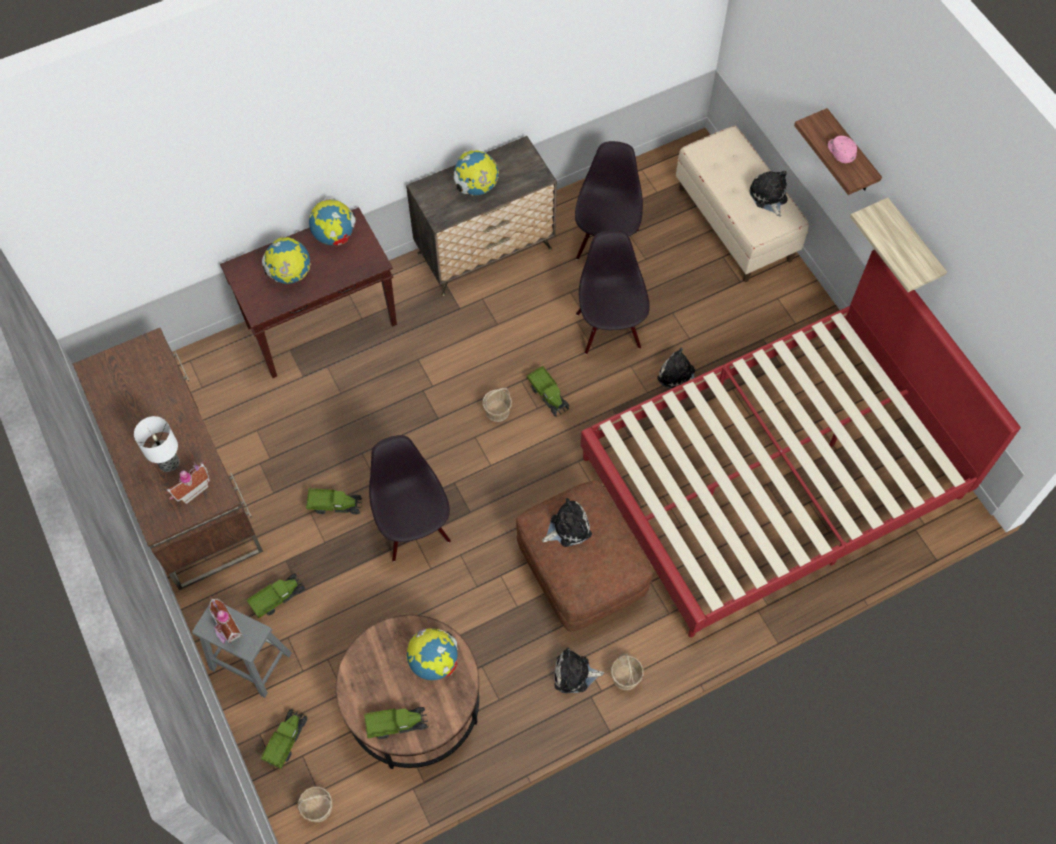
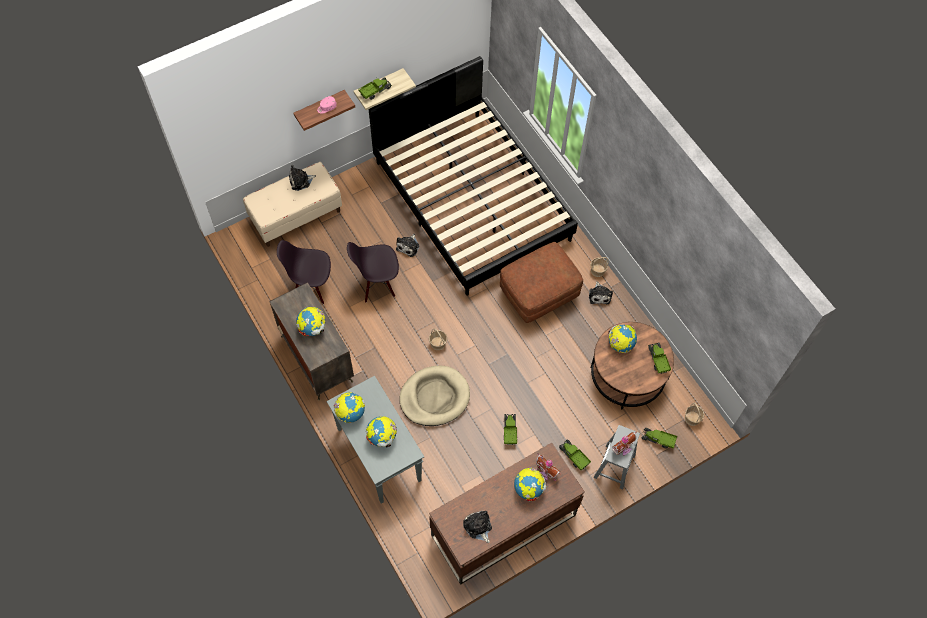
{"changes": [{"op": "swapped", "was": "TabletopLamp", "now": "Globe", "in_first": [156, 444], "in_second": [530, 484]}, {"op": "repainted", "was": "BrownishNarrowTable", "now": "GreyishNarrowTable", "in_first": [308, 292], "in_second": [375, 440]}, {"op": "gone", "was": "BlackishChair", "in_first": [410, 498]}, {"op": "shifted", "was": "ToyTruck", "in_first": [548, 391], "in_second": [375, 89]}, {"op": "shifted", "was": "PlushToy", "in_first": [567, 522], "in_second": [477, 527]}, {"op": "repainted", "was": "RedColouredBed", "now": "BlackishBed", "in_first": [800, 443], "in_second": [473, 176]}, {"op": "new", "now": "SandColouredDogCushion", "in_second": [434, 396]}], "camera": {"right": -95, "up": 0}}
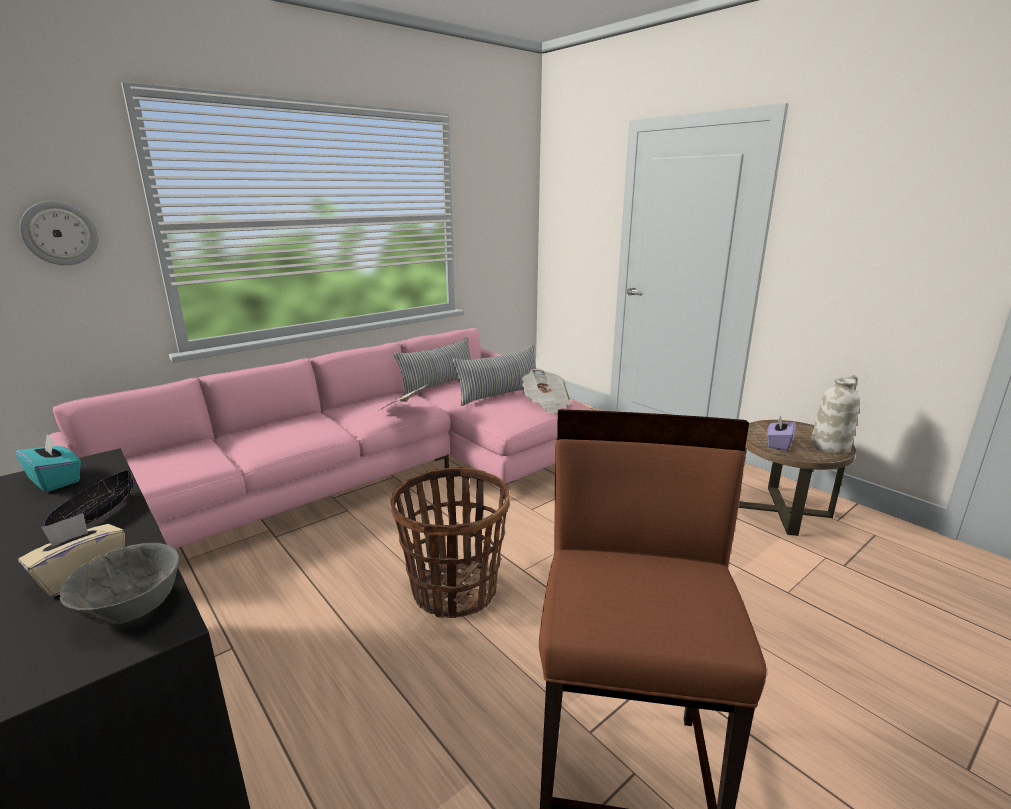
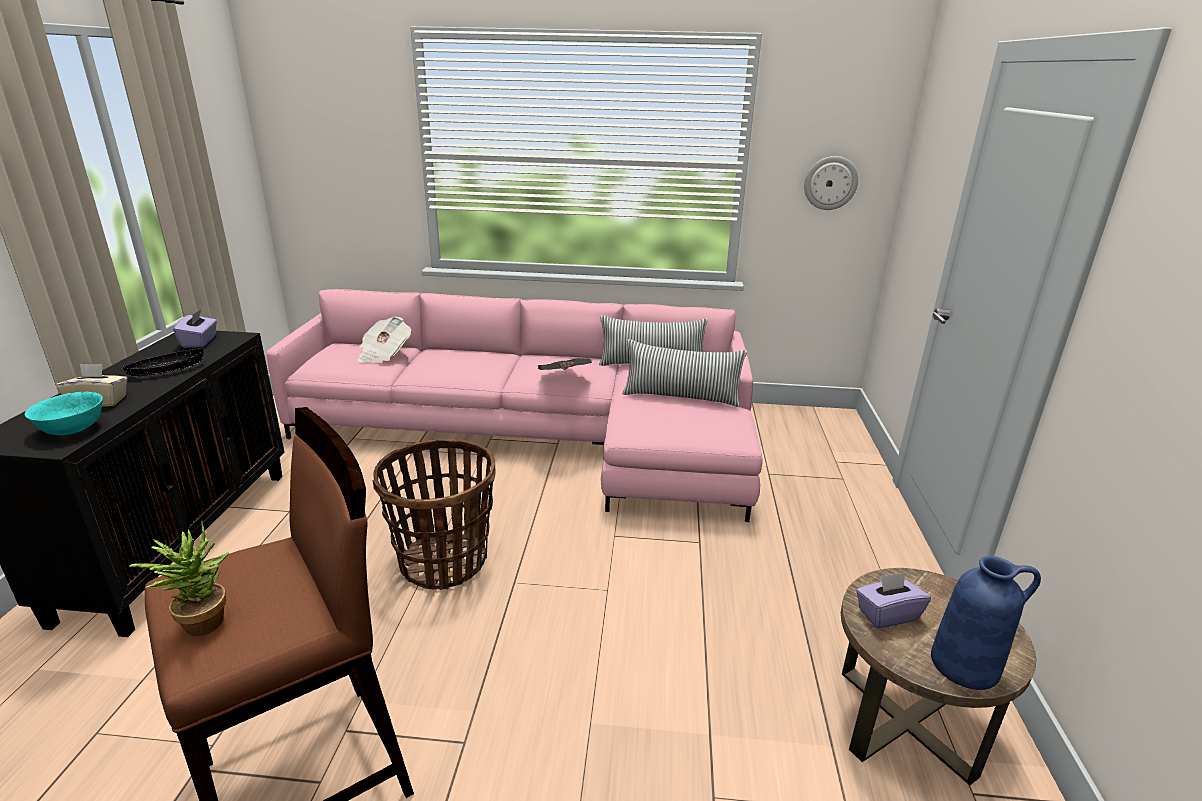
{"changes": [{"op": "repainted", "was": "TurquoiseColouredTissueHolder", "now": "PurplishTissueHolder", "in_first": [48, 463], "in_second": [195, 328]}, {"op": "shifted", "was": "HangingClock", "in_first": [59, 233], "in_second": [831, 183]}, {"op": "repainted", "was": "GreyishServingBowl", "now": "TurquoiseColouredServingBowl", "in_first": [119, 584], "in_second": [64, 413]}, {"op": "shifted", "was": "Newspaper", "in_first": [546, 391], "in_second": [384, 340]}, {"op": "repainted", "was": "WhitishVase", "now": "BluishVase", "in_first": [835, 415], "in_second": [986, 623]}, {"op": "new", "now": "PlantInAPot", "in_second": [179, 578]}], "camera": {"right": 45, "up": 5}}
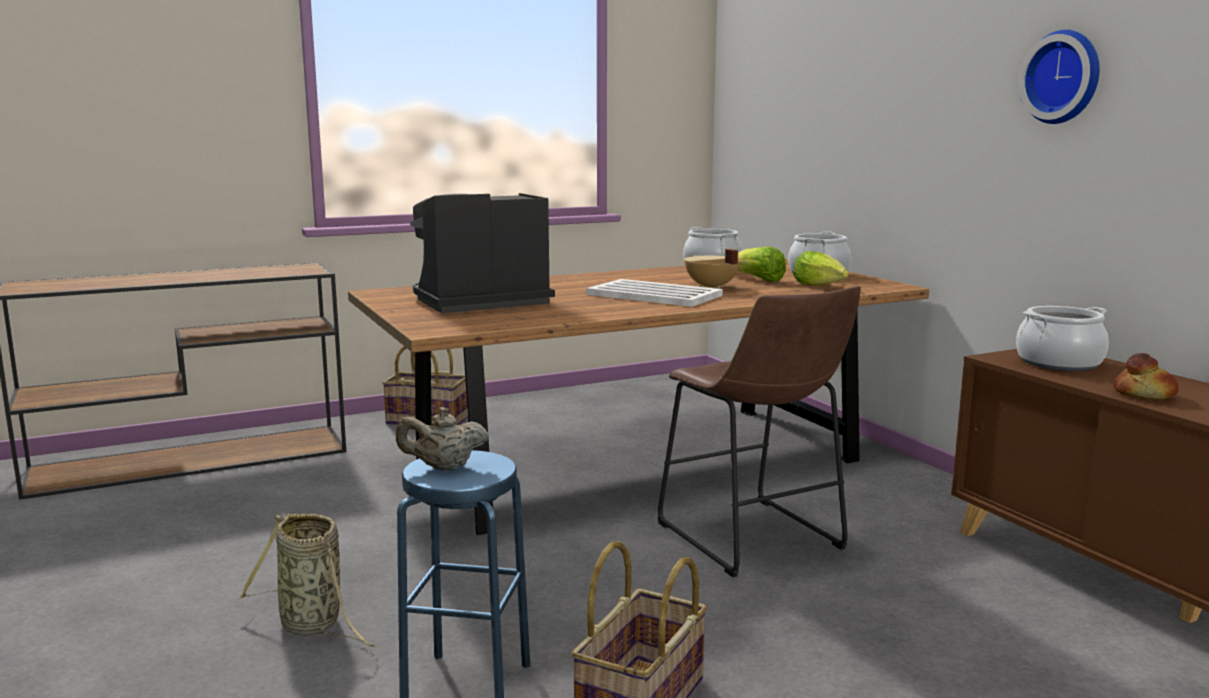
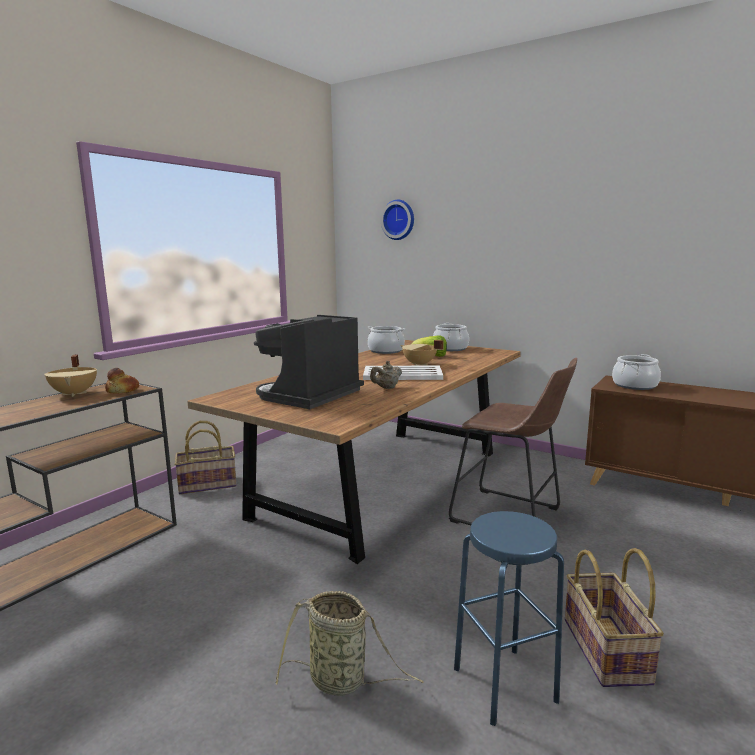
{"changes": [{"op": "shifted", "was": "SandColouredTeapot", "in_first": [442, 439], "in_second": [386, 375]}, {"op": "gone", "was": "Lettuce", "in_first": [821, 268]}, {"op": "shifted", "was": "HangingClock", "in_first": [1059, 77], "in_second": [397, 220]}, {"op": "shifted", "was": "Bread", "in_first": [1146, 376], "in_second": [122, 381]}, {"op": "new", "now": "SandColouredStockpot", "in_second": [70, 375]}], "camera": {"right": -30, "up": 0}}
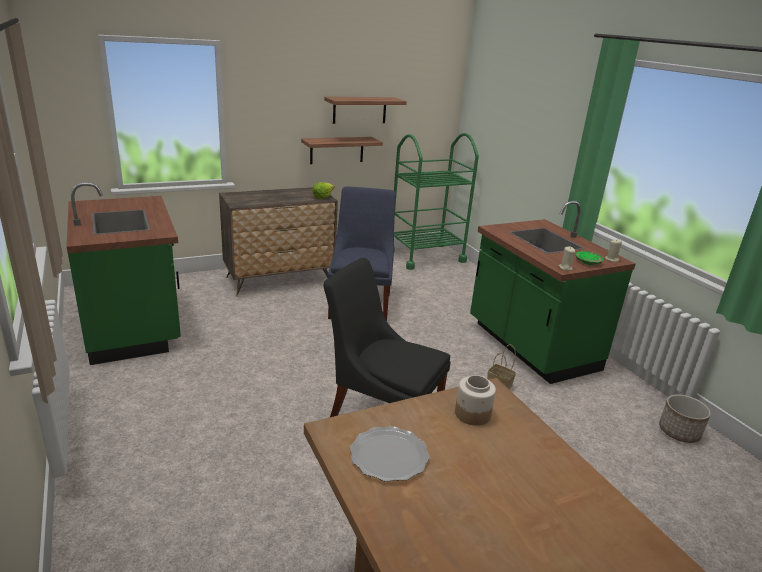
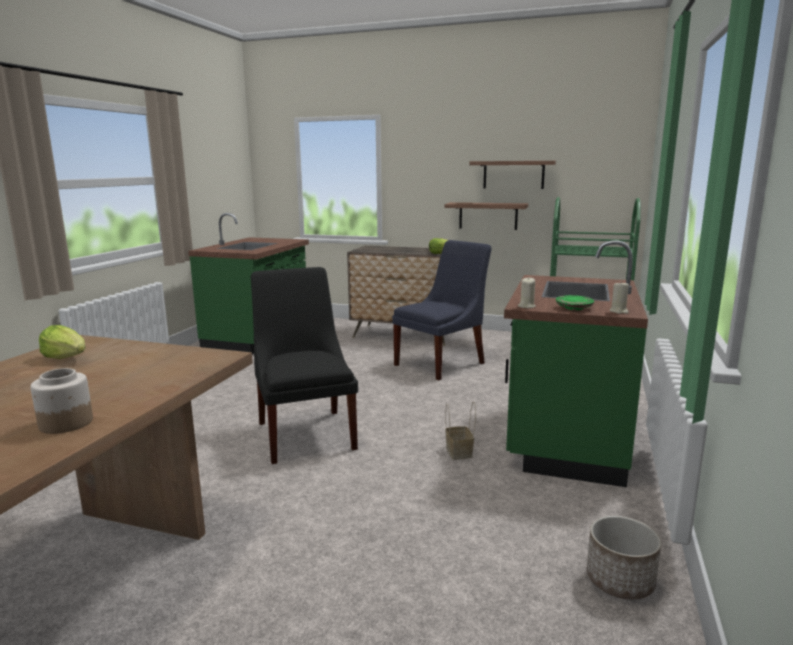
{"changes": [{"op": "swapped", "was": "Plate", "now": "Lettuce", "in_first": [389, 454], "in_second": [62, 342]}, {"op": "shifted", "was": "StorageJar", "in_first": [475, 400], "in_second": [61, 401]}], "camera": {"right": 45, "up": -10}}
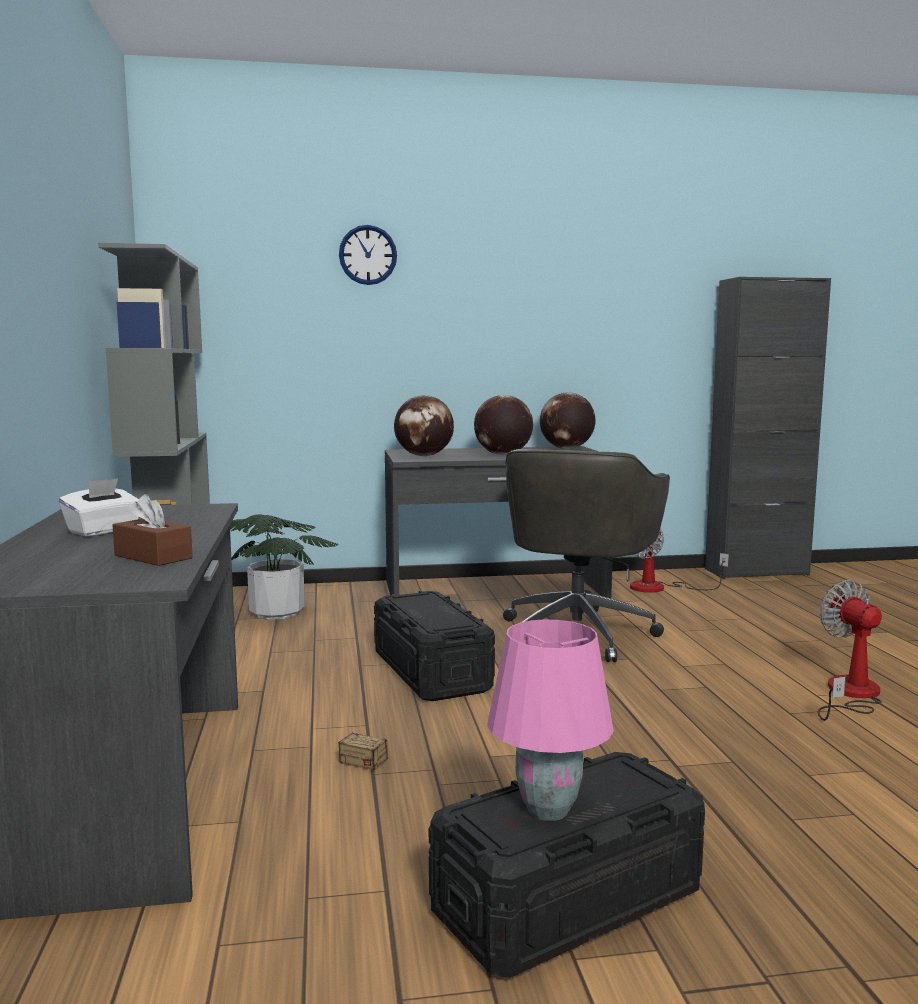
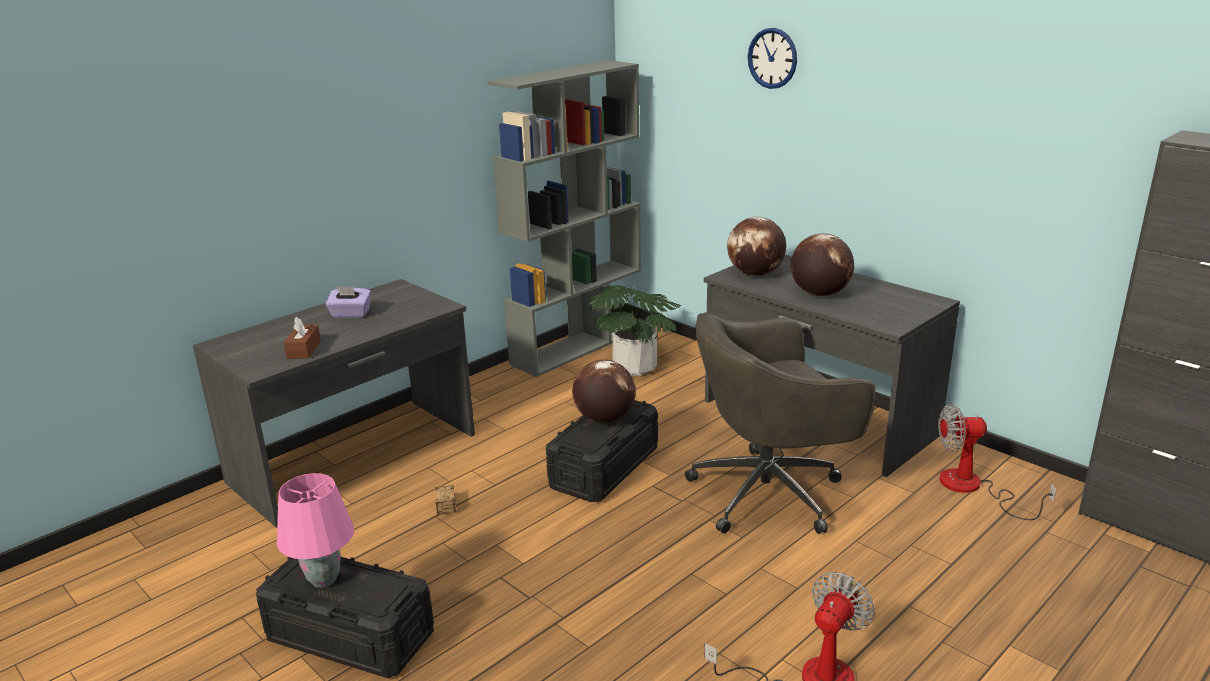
{"changes": [{"op": "repainted", "was": "WhitishTissueHolder", "now": "PurplishTissueHolder", "in_first": [99, 507], "in_second": [348, 302]}, {"op": "shifted", "was": "Globe", "in_first": [568, 420], "in_second": [604, 391]}], "camera": {"right": 55, "up": 15}}
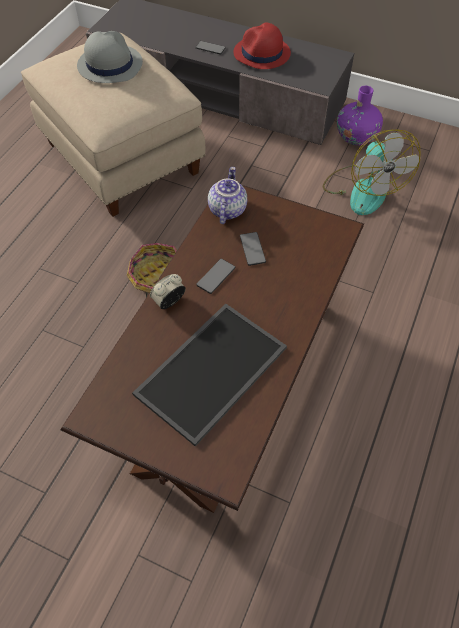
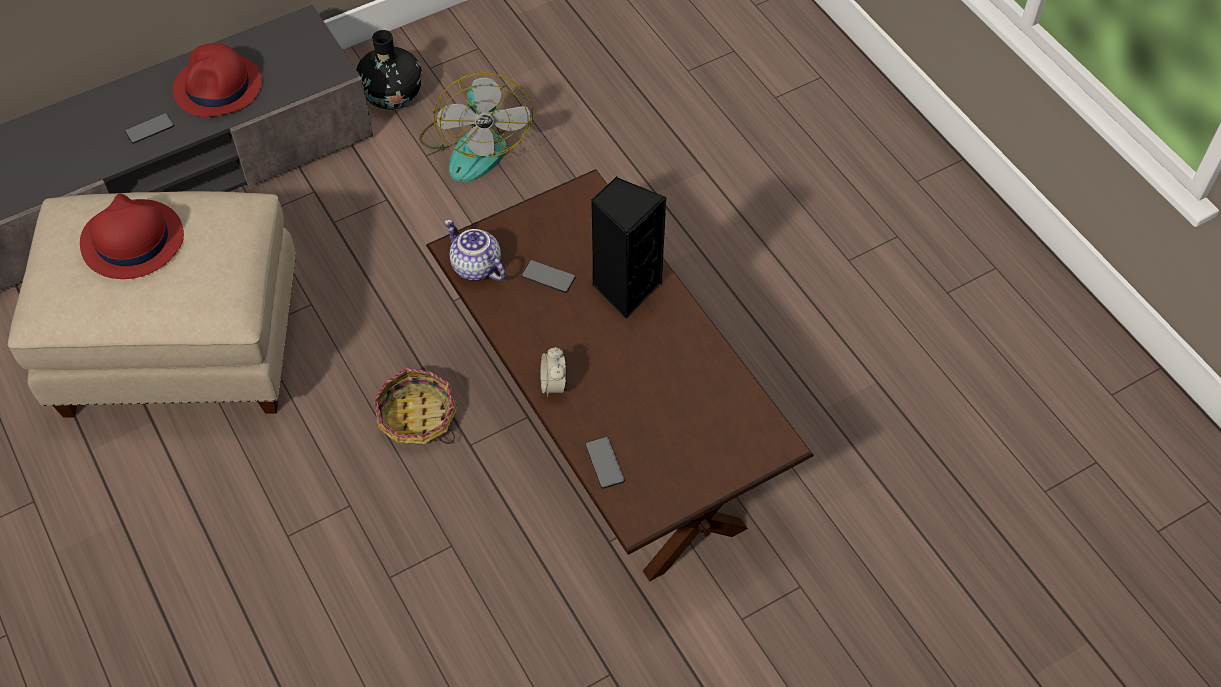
{"changes": [{"op": "repainted", "was": "GreyishHat", "now": "RedColouredHat", "in_first": [110, 57], "in_second": [132, 236]}, {"op": "gone", "was": "CarryingTray", "in_first": [209, 375]}, {"op": "shifted", "was": "Phone", "in_first": [215, 276], "in_second": [605, 463]}, {"op": "rotated", "was": "ElectricFan", "in_first": [372, 172], "in_second": [476, 127], "clockwise": 60}, {"op": "repainted", "was": "PurplishVase", "now": "BlackishVase", "in_first": [360, 116], "in_second": [389, 70]}, {"op": "new", "now": "BlackishLoudspeaker", "in_second": [629, 248]}], "camera": {"right": -55, "up": 0}}
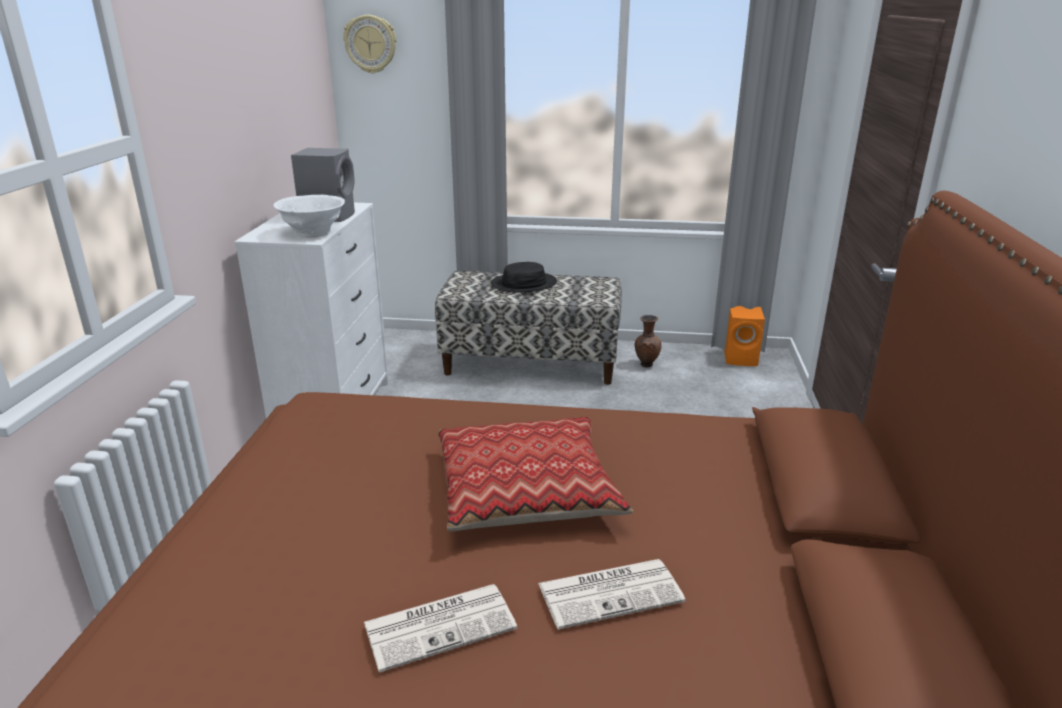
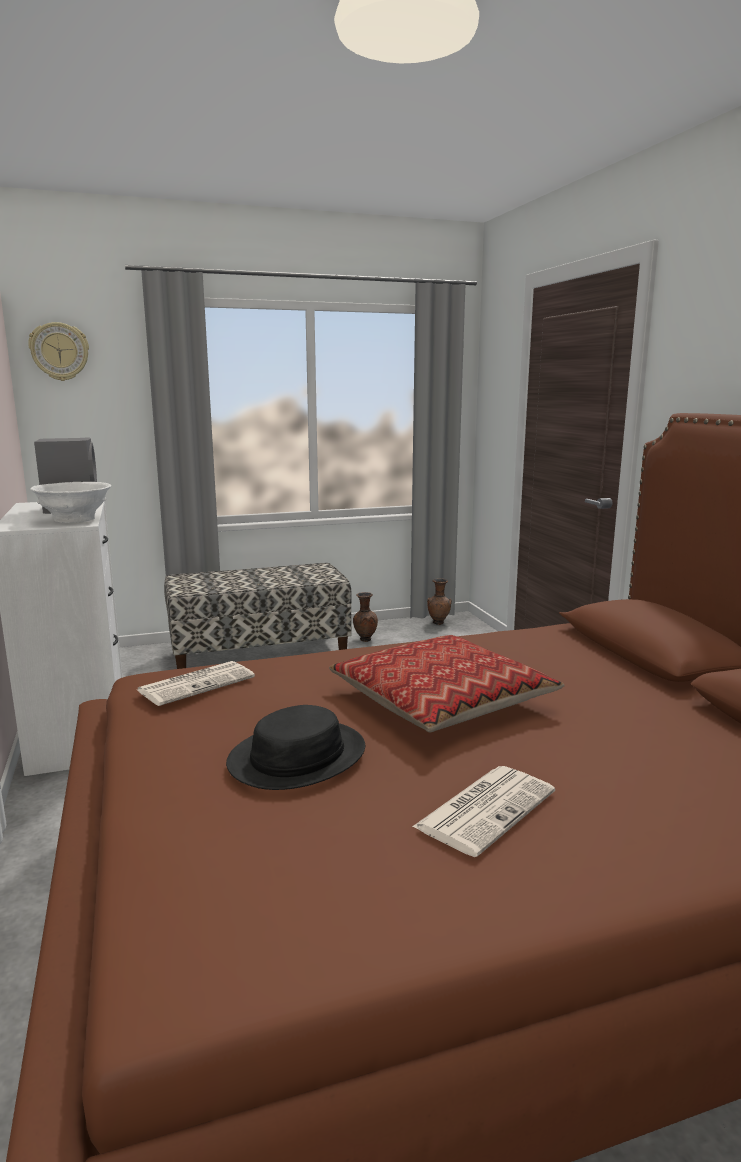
{"changes": [{"op": "shifted", "was": "BlackishHat", "in_first": [524, 277], "in_second": [295, 747]}, {"op": "shifted", "was": "Newspaper", "in_first": [612, 594], "in_second": [196, 683]}, {"op": "swapped", "was": "OrangeColouredLoudspeaker", "now": "BrownishVase", "in_first": [744, 336], "in_second": [439, 601]}], "camera": {"right": -25, "up": -10}}
